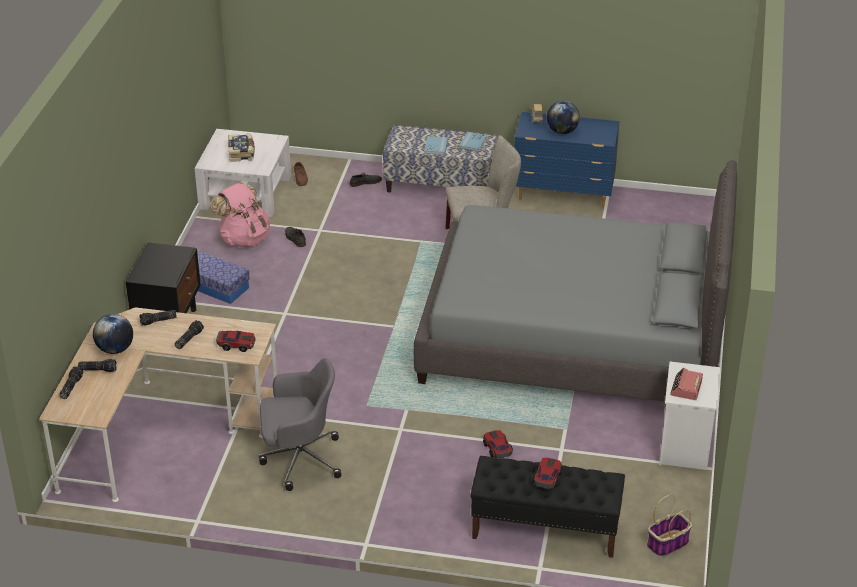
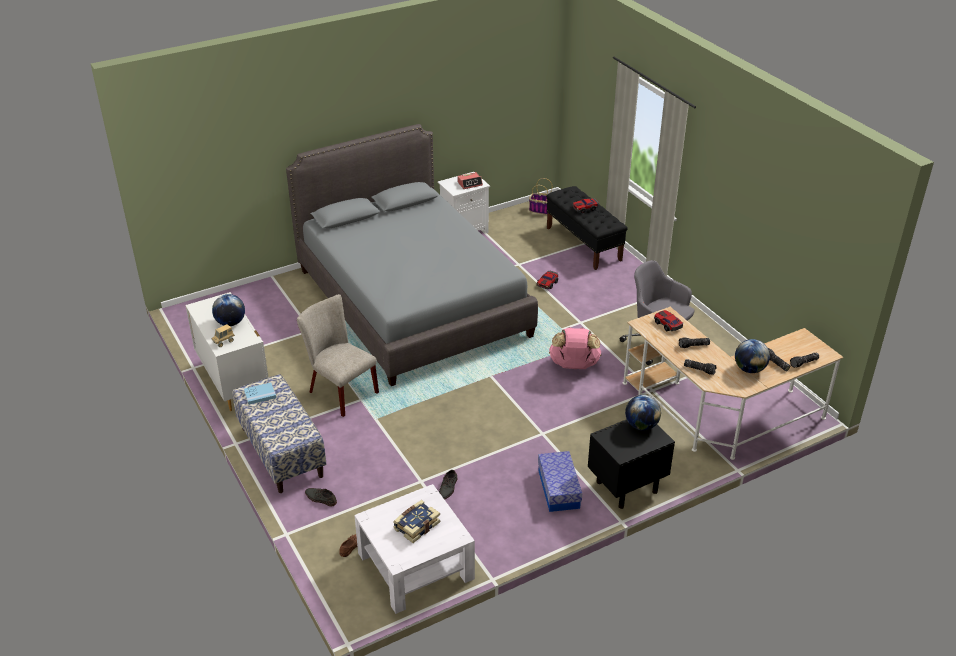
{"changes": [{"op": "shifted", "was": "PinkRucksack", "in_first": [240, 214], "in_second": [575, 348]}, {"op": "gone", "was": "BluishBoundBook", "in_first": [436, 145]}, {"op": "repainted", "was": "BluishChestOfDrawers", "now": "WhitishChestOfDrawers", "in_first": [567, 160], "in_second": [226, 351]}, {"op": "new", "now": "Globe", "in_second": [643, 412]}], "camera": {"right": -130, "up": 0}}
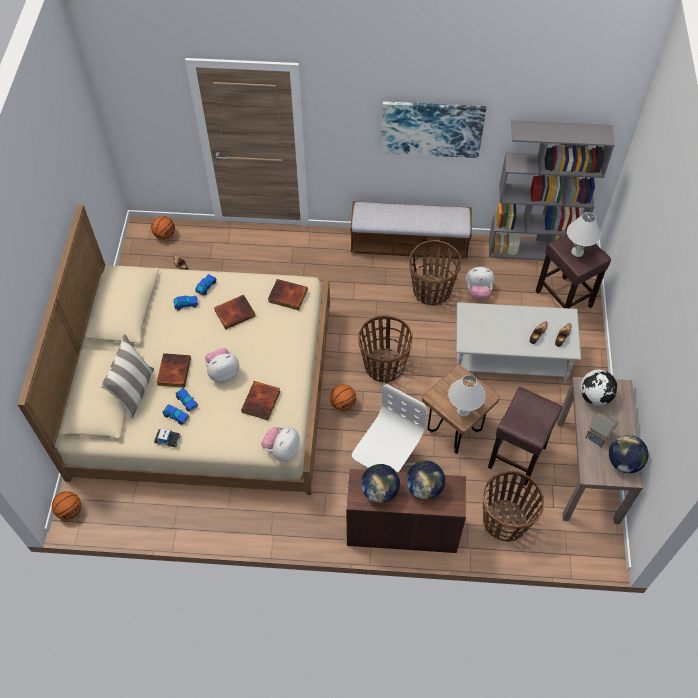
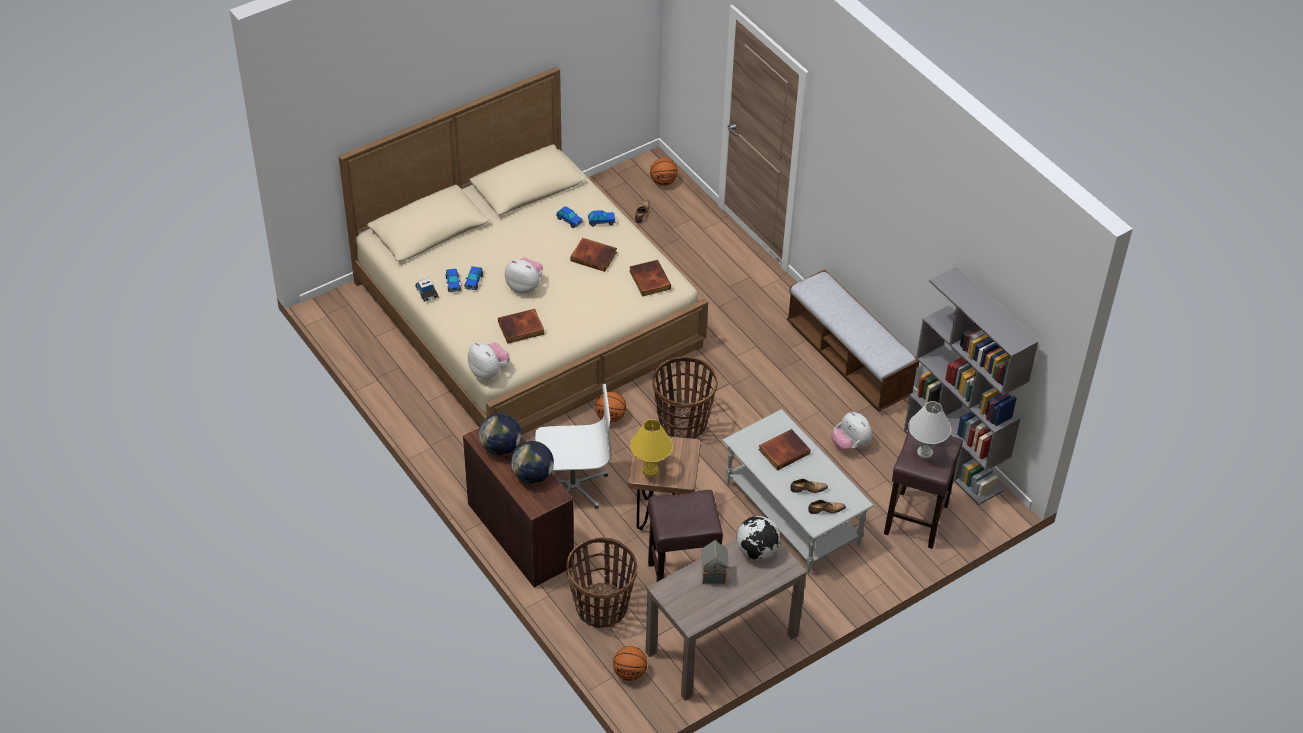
{"changes": [{"op": "shifted", "was": "BallForBasketball", "in_first": [66, 505], "in_second": [630, 663]}, {"op": "gone", "was": "ThrowPillow", "in_first": [127, 376]}, {"op": "shifted", "was": "BoundBook", "in_first": [174, 370], "in_second": [784, 450]}, {"op": "rotated", "was": "PlushToy", "in_first": [280, 444], "in_second": [489, 360], "clockwise": 60}, {"op": "gone", "was": "WallPicture", "in_first": [433, 129]}, {"op": "gone", "was": "StorageBasket", "in_first": [435, 273]}, {"op": "repainted", "was": "WhitishTabletopLamp", "now": "YellowTabletopLamp", "in_first": [466, 396], "in_second": [651, 448]}, {"op": "gone", "was": "Globe", "in_first": [629, 454]}], "camera": {"right": 50, "up": -10}}
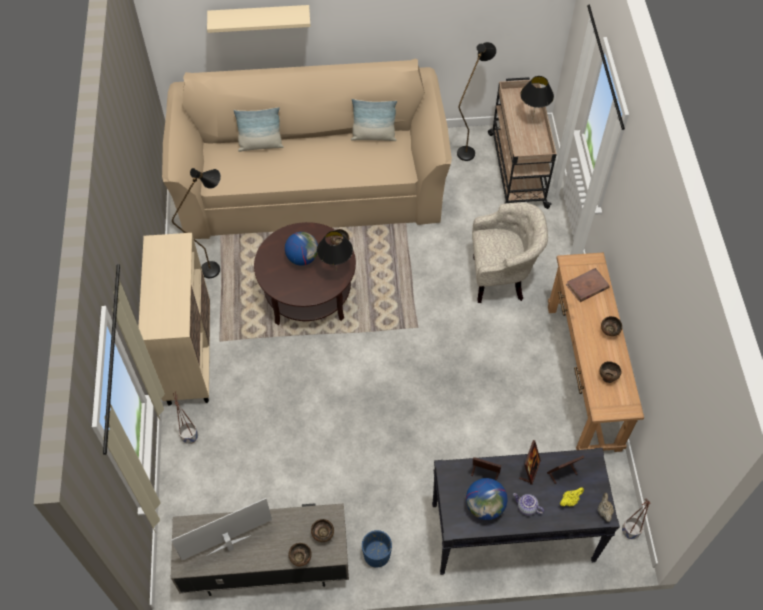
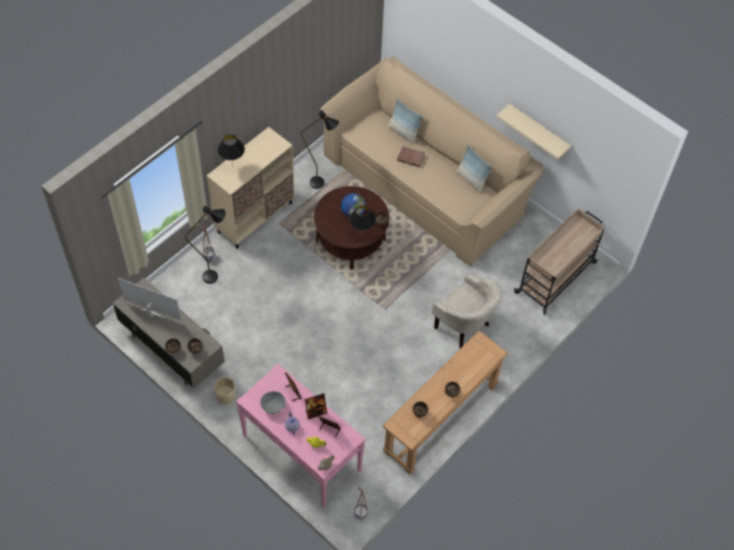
{"changes": [{"op": "shifted", "was": "SandColouredBracketShelf", "in_first": [259, 19], "in_second": [534, 132]}, {"op": "repainted", "was": "BluishPlanter", "now": "SandColouredPlanter", "in_first": [377, 548], "in_second": [224, 390]}, {"op": "repainted", "was": "BlackishNarrowTable", "now": "PinkNarrowTable", "in_first": [526, 511], "in_second": [301, 435]}, {"op": "shifted", "was": "BlackishFloorLamp", "in_first": [477, 101], "in_second": [205, 245]}, {"op": "swapped", "was": "Globe", "now": "GreyishServingBowl", "in_first": [487, 499], "in_second": [273, 402]}, {"op": "shifted", "was": "BlackishTabletopLamp", "in_first": [537, 98], "in_second": [231, 149]}, {"op": "shifted", "was": "BrownishBoundBook", "in_first": [588, 285], "in_second": [411, 156]}], "camera": {"right": 45, "up": 0}}
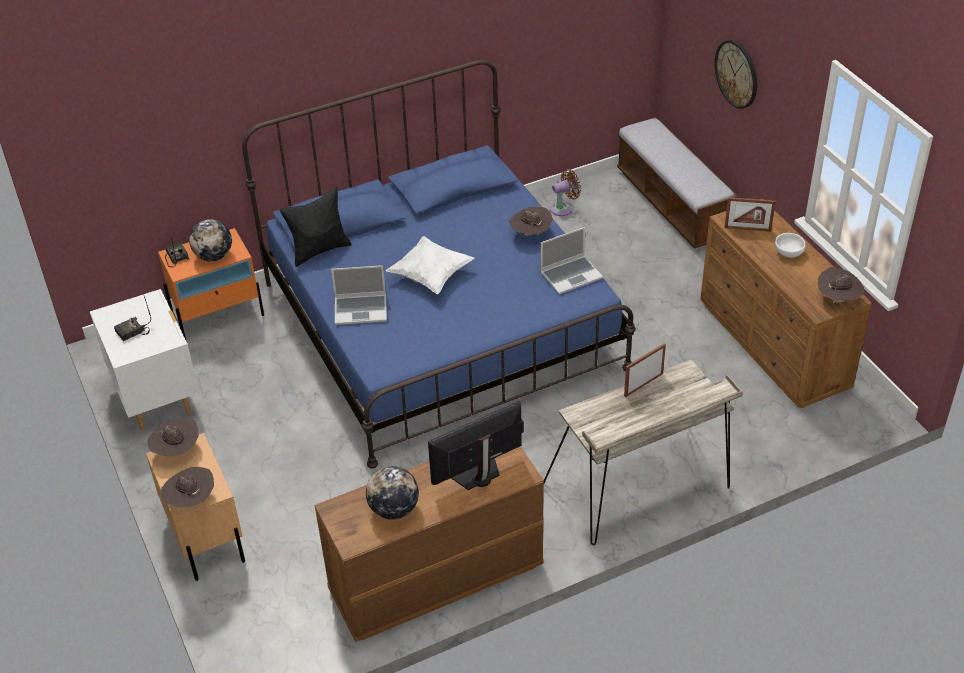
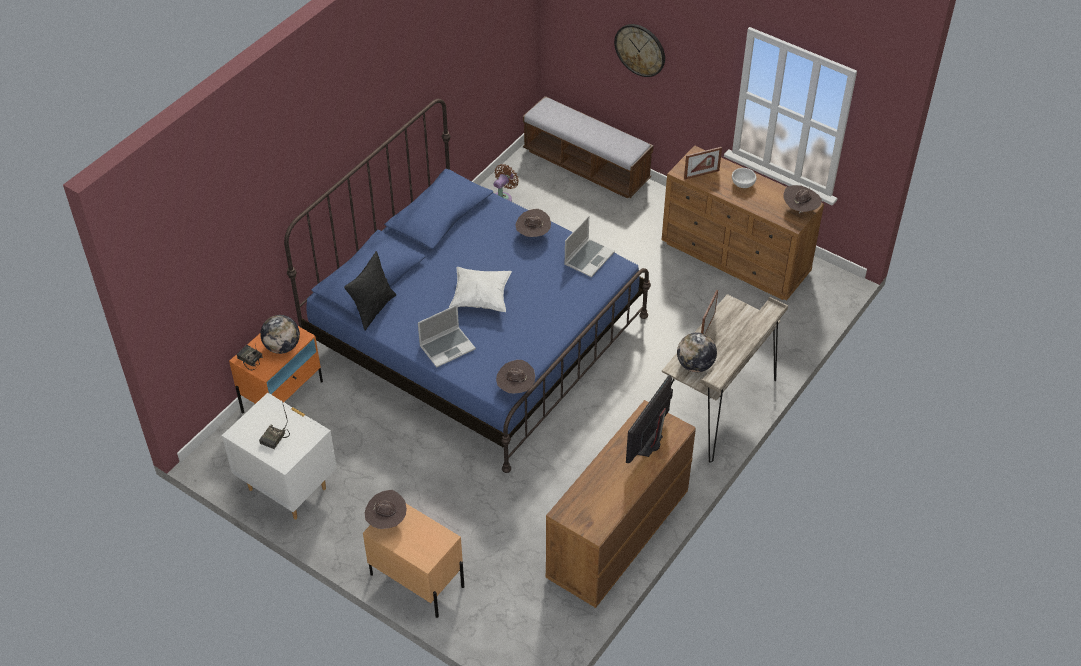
{"changes": [{"op": "shifted", "was": "BrownishHat", "in_first": [187, 487], "in_second": [515, 376]}, {"op": "shifted", "was": "Globe", "in_first": [392, 493], "in_second": [697, 352]}], "camera": {"right": -30, "up": 5}}
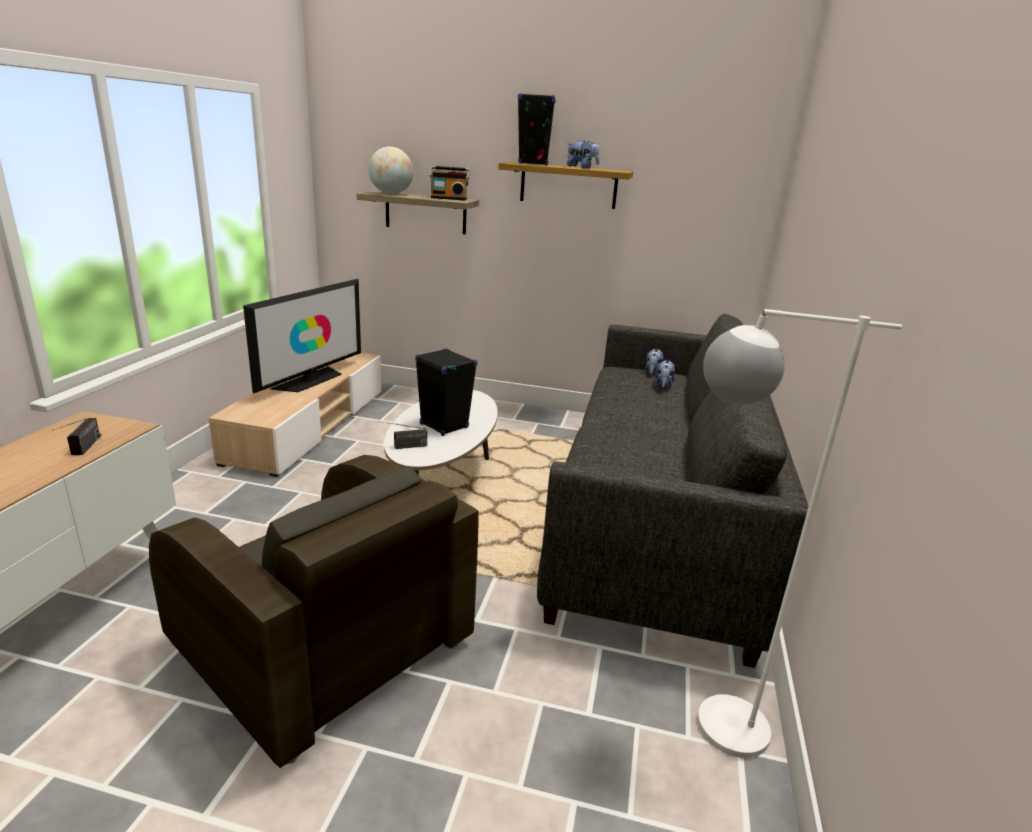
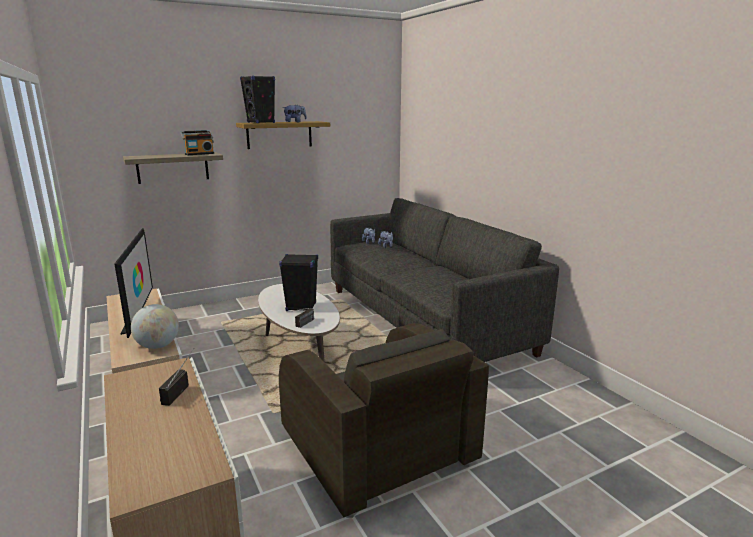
{"changes": [{"op": "rotated", "was": "Radio", "in_first": [77, 436], "in_second": [176, 377], "clockwise": -120}, {"op": "rotated", "was": "BrownishArmchair", "in_first": [314, 611], "in_second": [384, 420], "clockwise": 60}, {"op": "shifted", "was": "Globe", "in_first": [391, 170], "in_second": [155, 326]}, {"op": "gone", "was": "WhitishFloorLamp", "in_first": [799, 533]}], "camera": {"right": -40, "up": -5}}
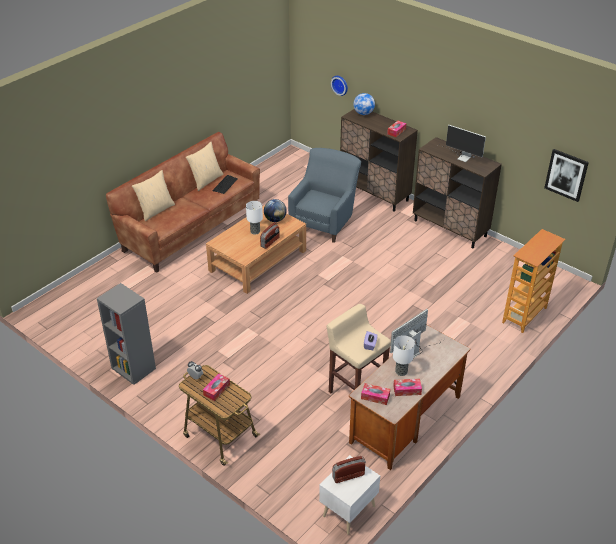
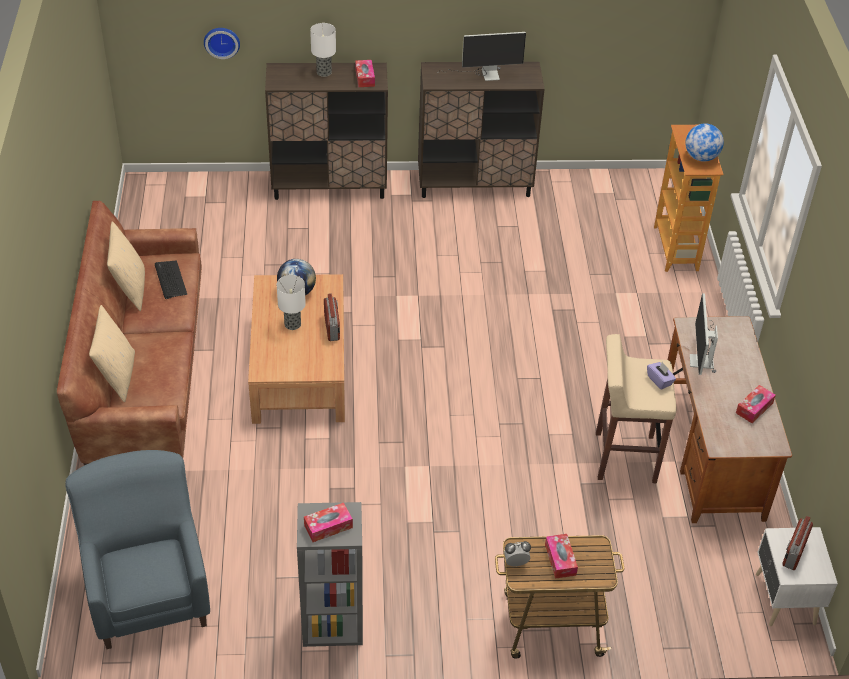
{"changes": [{"op": "shifted", "was": "BluishArmchair", "in_first": [324, 195], "in_second": [137, 549]}, {"op": "shifted", "was": "Globe", "in_first": [364, 104], "in_second": [704, 142]}, {"op": "shifted", "was": "TissueHolder", "in_first": [375, 394], "in_second": [328, 522]}, {"op": "shifted", "was": "TabletopLamp", "in_first": [404, 355], "in_second": [323, 50]}, {"op": "gone", "was": "WallPicture", "in_first": [566, 175]}], "camera": {"right": -45, "up": 5}}
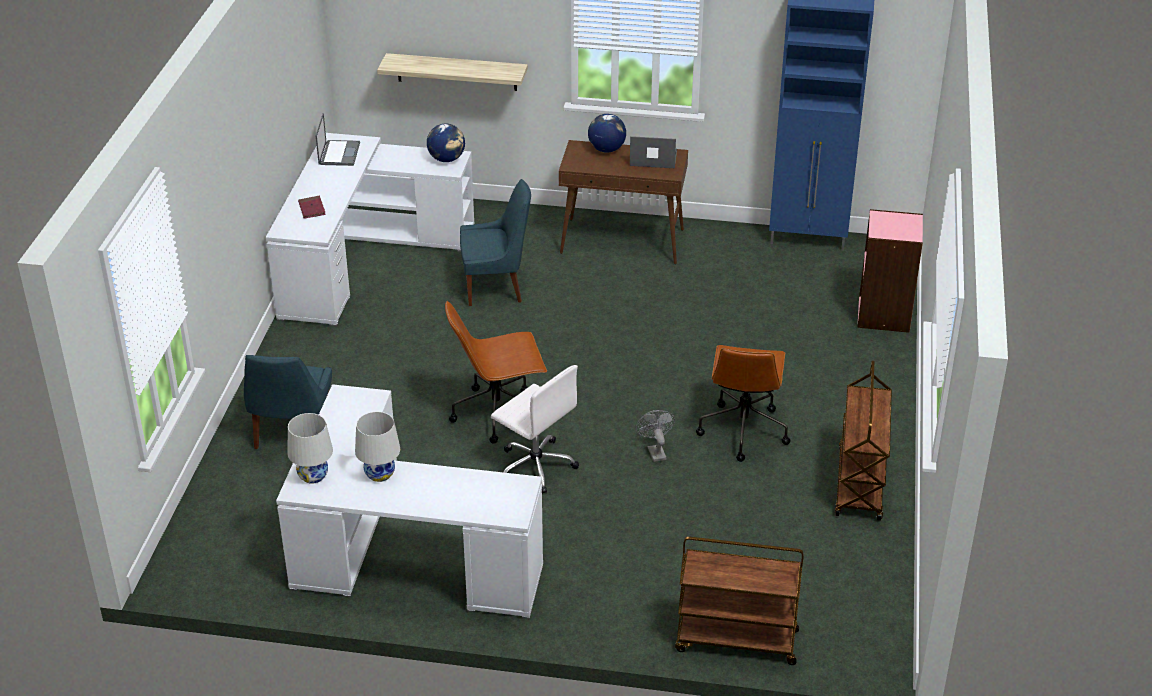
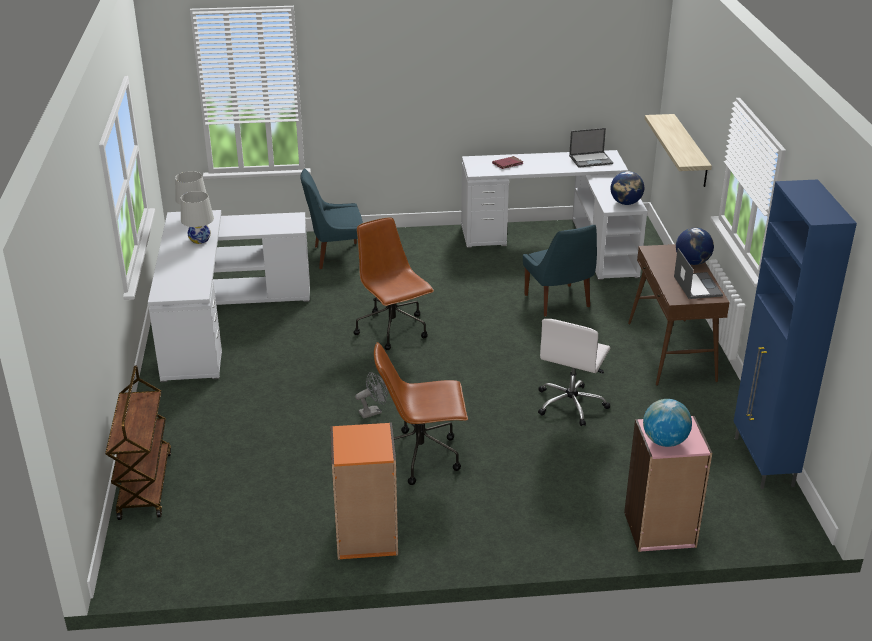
{"changes": [{"op": "shifted", "was": "WhitishDeskChair", "in_first": [535, 429], "in_second": [574, 372]}, {"op": "swapped", "was": "BrownishTrolley", "now": "OrangeColouredBookcase", "in_first": [863, 441], "in_second": [364, 491]}, {"op": "new", "now": "Globe", "in_second": [667, 423]}], "camera": {"right": 75, "up": -5}}
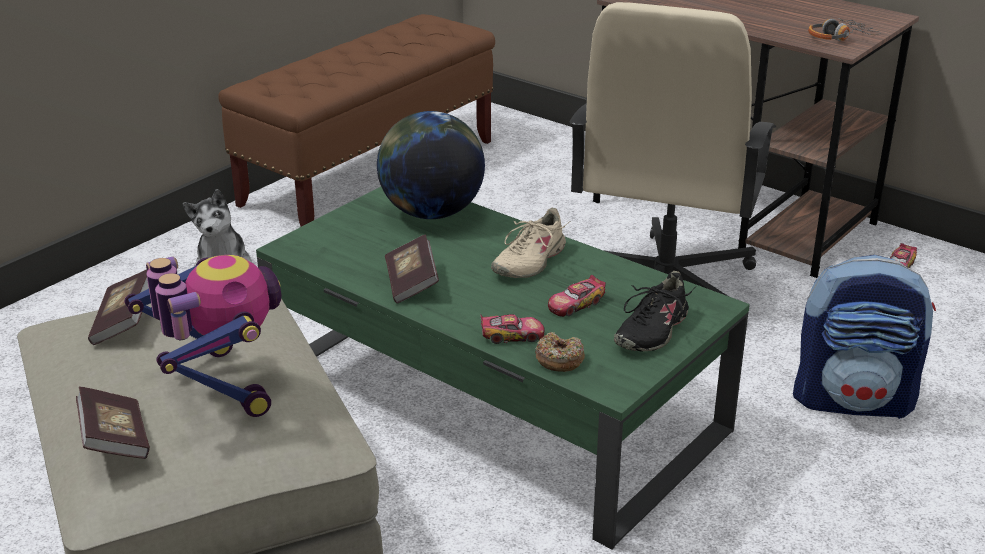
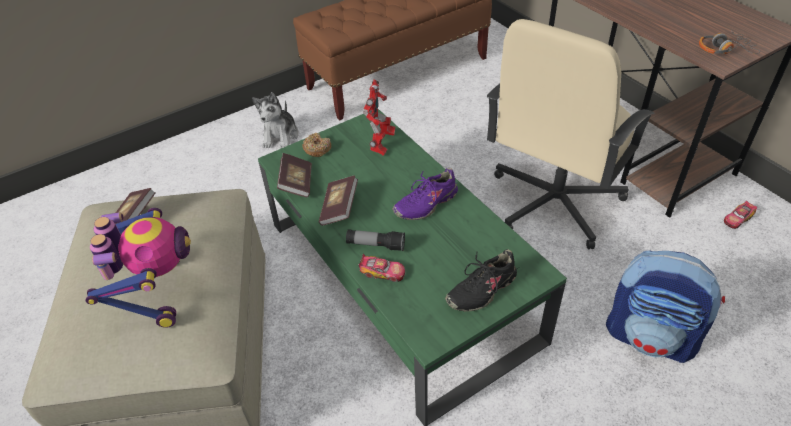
{"changes": [{"op": "shifted", "was": "BoundBook", "in_first": [113, 423], "in_second": [294, 175]}, {"op": "swapped", "was": "Globe", "now": "ModelRobot", "in_first": [431, 165], "in_second": [379, 118]}, {"op": "repainted", "was": "SandColouredItemOfFootwear", "now": "PurplishItemOfFootwear", "in_first": [530, 243], "in_second": [425, 194]}, {"op": "shifted", "was": "RingDoughnut", "in_first": [560, 352], "in_second": [317, 145]}, {"op": "gone", "was": "ToyCar", "in_first": [577, 296]}, {"op": "new", "now": "Torch", "in_second": [375, 240]}], "camera": {"right": 20, "up": 15}}
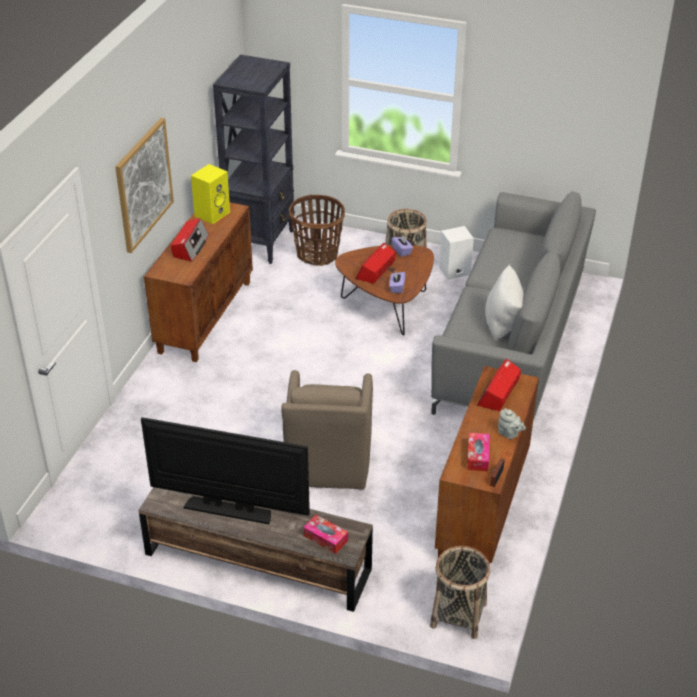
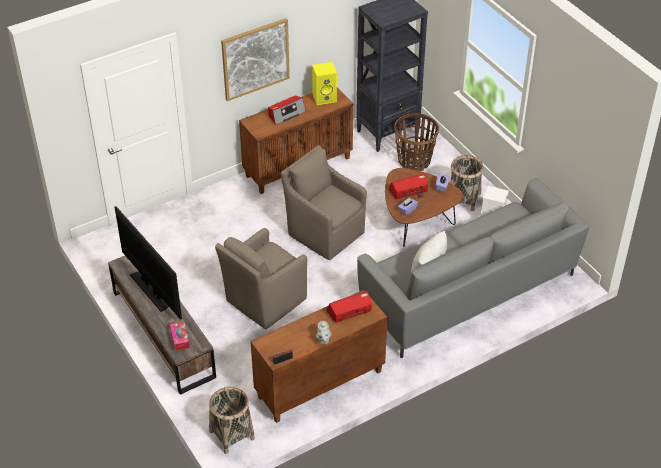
{"changes": [{"op": "gone", "was": "TissueHolder", "in_first": [478, 452]}, {"op": "new", "now": "BrownishArmchair", "in_second": [324, 203]}], "camera": {"right": 40, "up": 5}}
